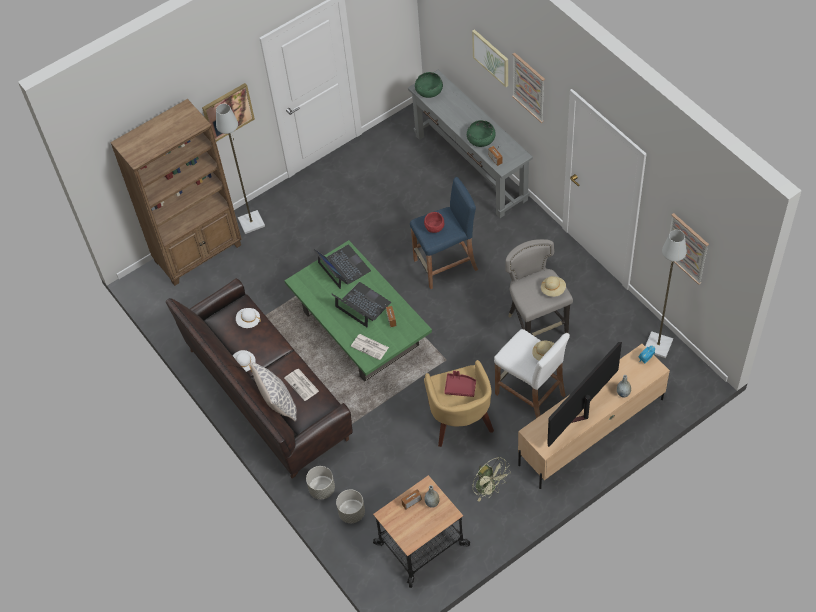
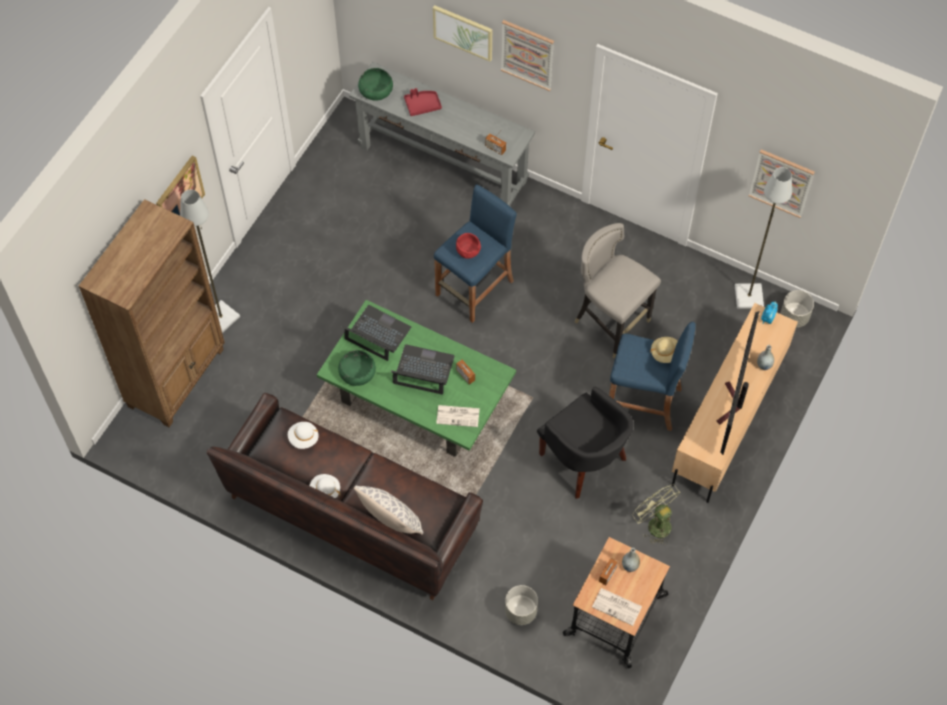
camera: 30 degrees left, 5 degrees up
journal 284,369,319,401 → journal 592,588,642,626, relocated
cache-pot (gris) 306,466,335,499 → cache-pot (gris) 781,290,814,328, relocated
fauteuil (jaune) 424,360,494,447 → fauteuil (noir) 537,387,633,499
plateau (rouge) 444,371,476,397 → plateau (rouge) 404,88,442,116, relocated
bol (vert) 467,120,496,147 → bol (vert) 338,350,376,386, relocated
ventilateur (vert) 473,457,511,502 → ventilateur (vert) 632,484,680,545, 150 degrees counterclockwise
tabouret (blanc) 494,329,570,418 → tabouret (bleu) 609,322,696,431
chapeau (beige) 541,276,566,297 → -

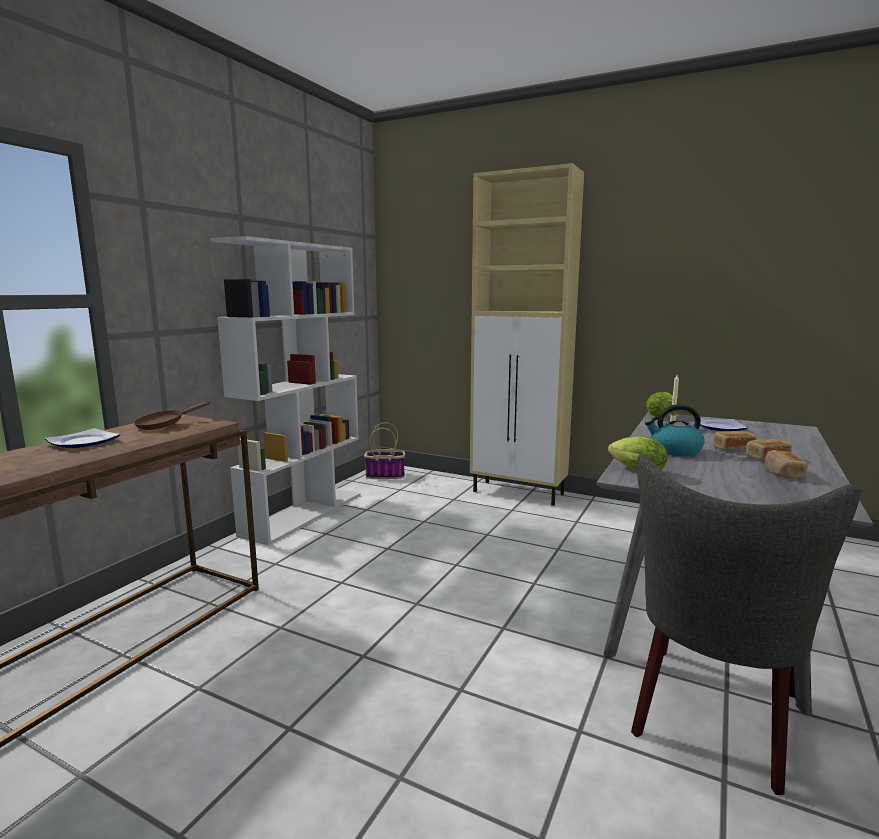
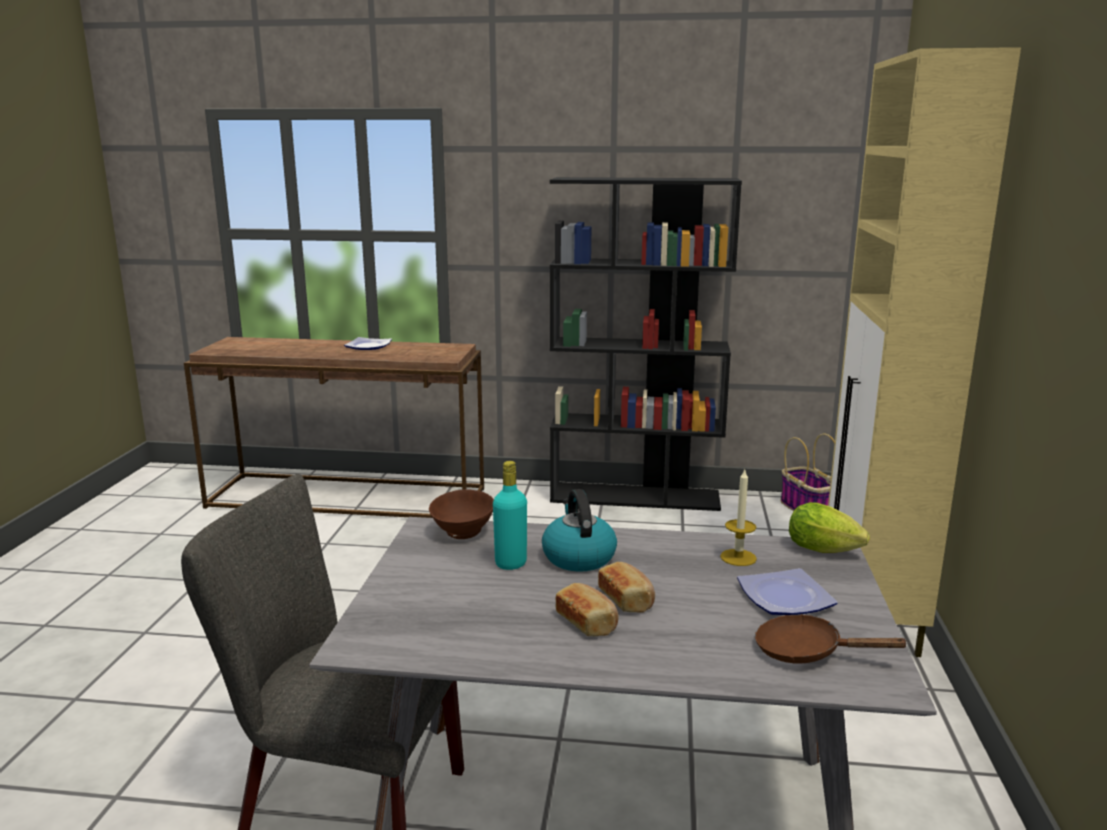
camera: 70 degrees right, 5 degrees up
poêle (marron) 134,401,210,430 → poêle (marron) 755,614,909,664, relocated
bibliothèque (blanc) 211,236,360,545 → bibliothèque (noir) 550,177,742,511
laitue 608,436,667,470 → bol (marron) 429,489,494,539
pain 765,450,808,479 → -
- → bouteille (turquoise) 493,461,527,570

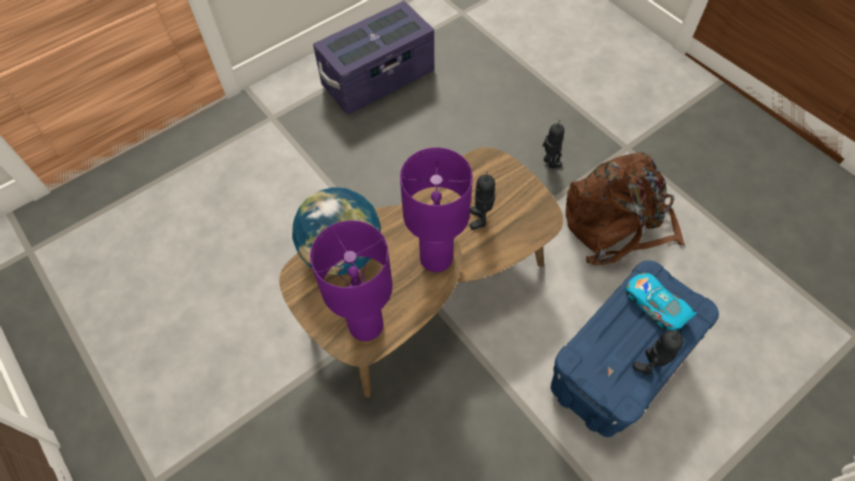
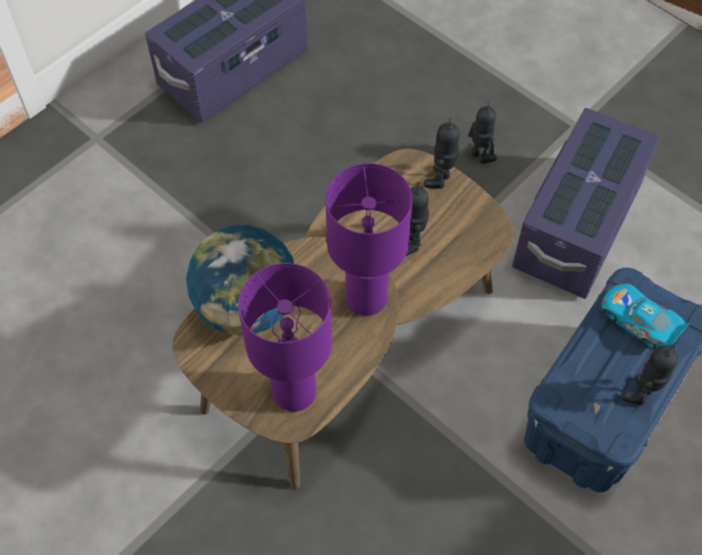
camera: 10 degrees left, 0 degrees up
sac à dos (marron) 566,152,685,265 → boîte de rangement (violet) 512,108,660,299
- → robot jouet 424,118,460,189

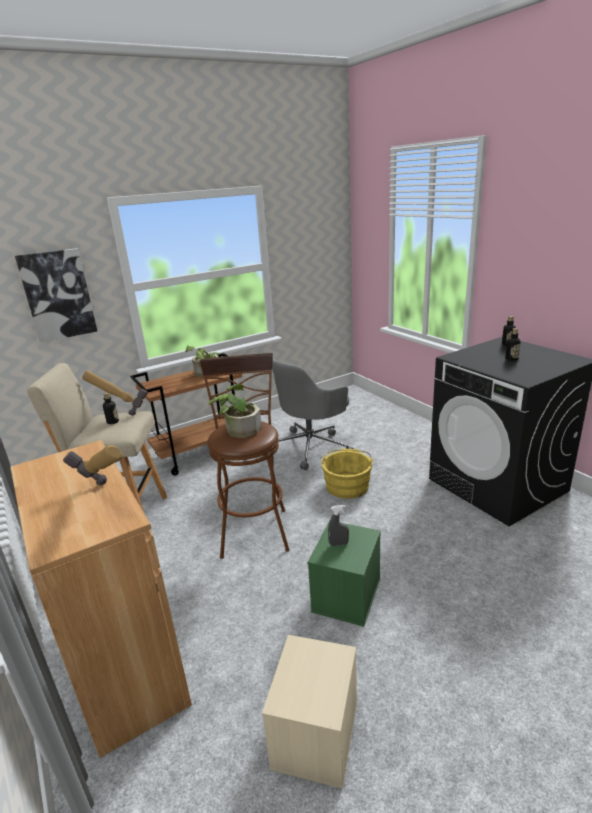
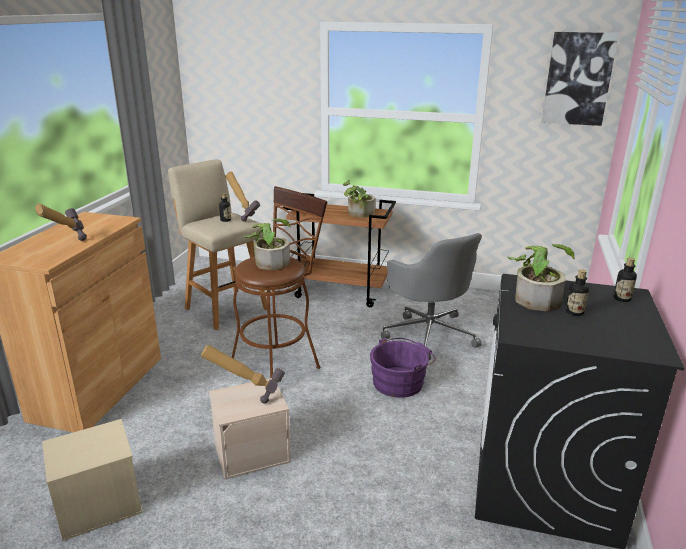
camera: 45 degrees right, 0 degrees up
tableau 15,248,97,343 → tableau 542,32,619,126, relocated
chaise de bureau (gris) 272,359,354,470 → chaise de bureau (gris) 381,233,482,360, 120 degrees counterclockwise
boîte de rangement (vert) 308,521,381,627 → boîte de rangement (beige) 209,378,291,480
seau (jaune) 321,449,373,499 → seau (violet) 370,338,436,398
vaporisateur (gris) 328,505,349,546 → marteau 201,345,285,403
- → plante en pot 507,244,575,311

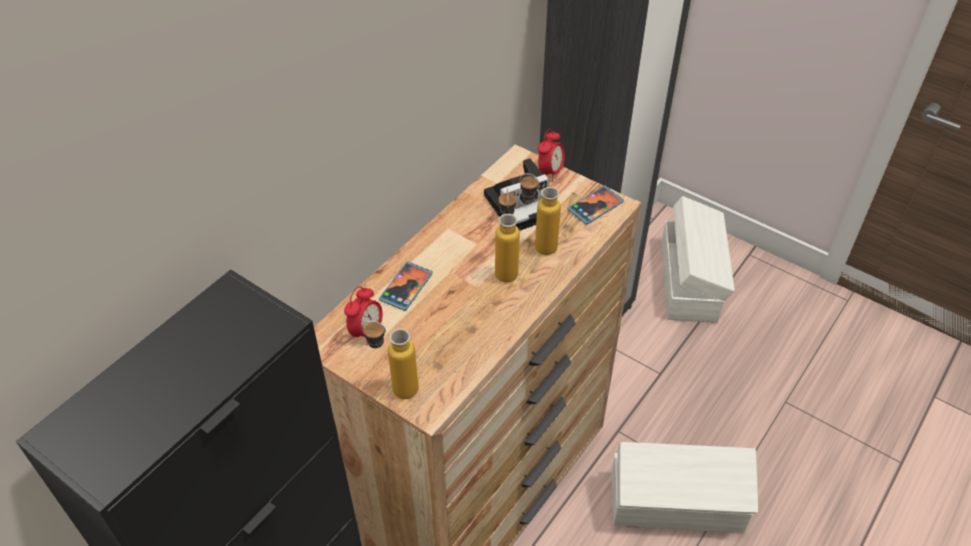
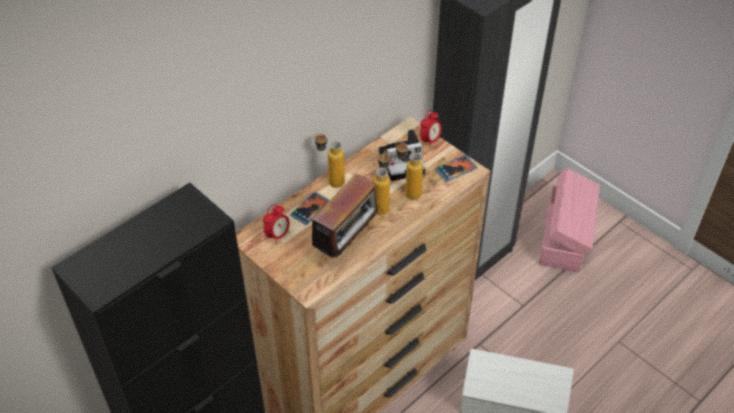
camera: 10 degrees right, 0 degrees up
bouteille 362,321,418,399 → bouteille 314,133,345,188, relocated
boîte de rangement (blanc) 661,196,735,323 → boîte de rangement (rose) 539,167,600,272
- → radio 304,173,383,259

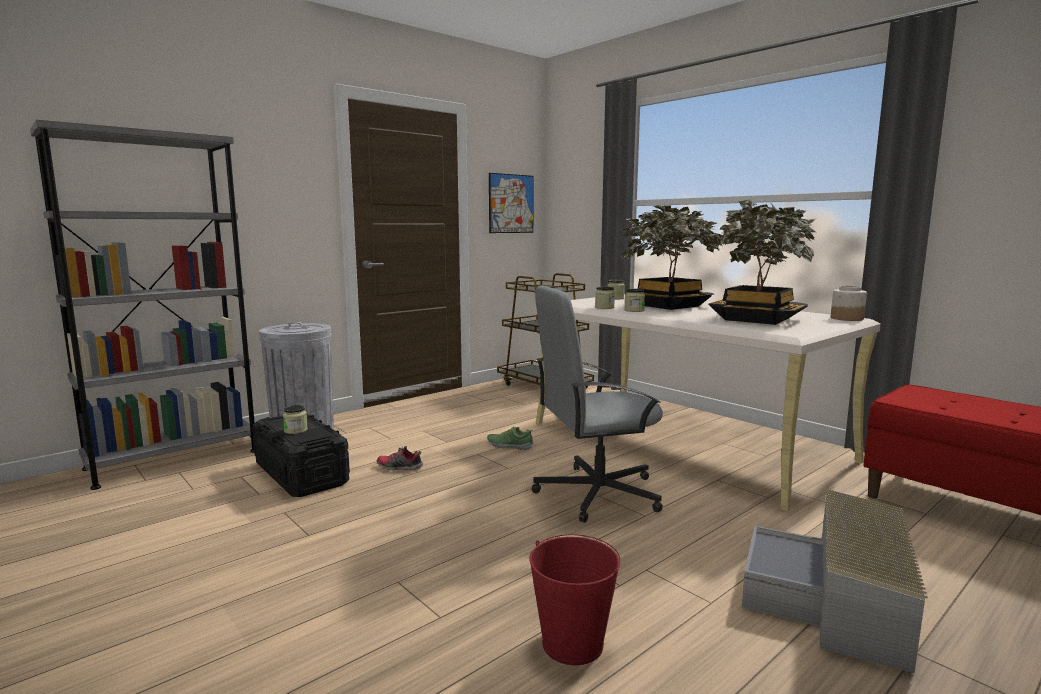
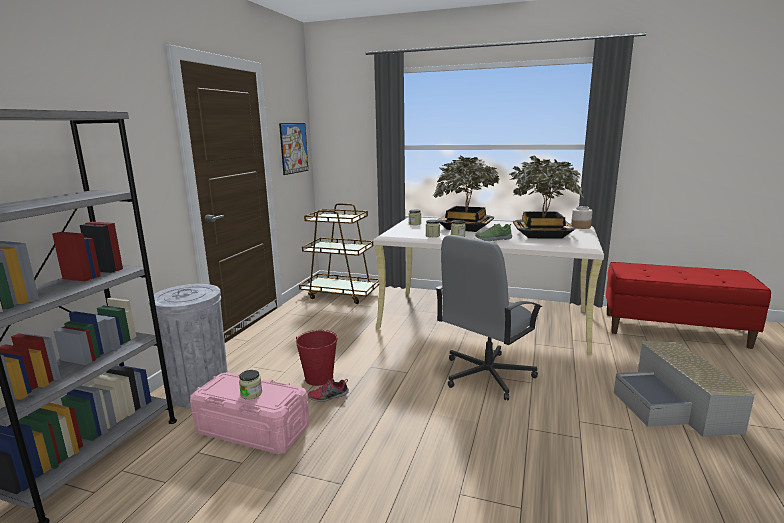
camera: 30 degrees left, 5 degrees up
boîte de rangement (noir) 252,414,350,497 → boîte de rangement (rose) 190,372,309,454
chaussure 487,427,534,450 → chaussure 475,224,512,241, relocated
seau (rouge) 529,534,620,665 → seau (rouge) 296,330,337,386, relocated

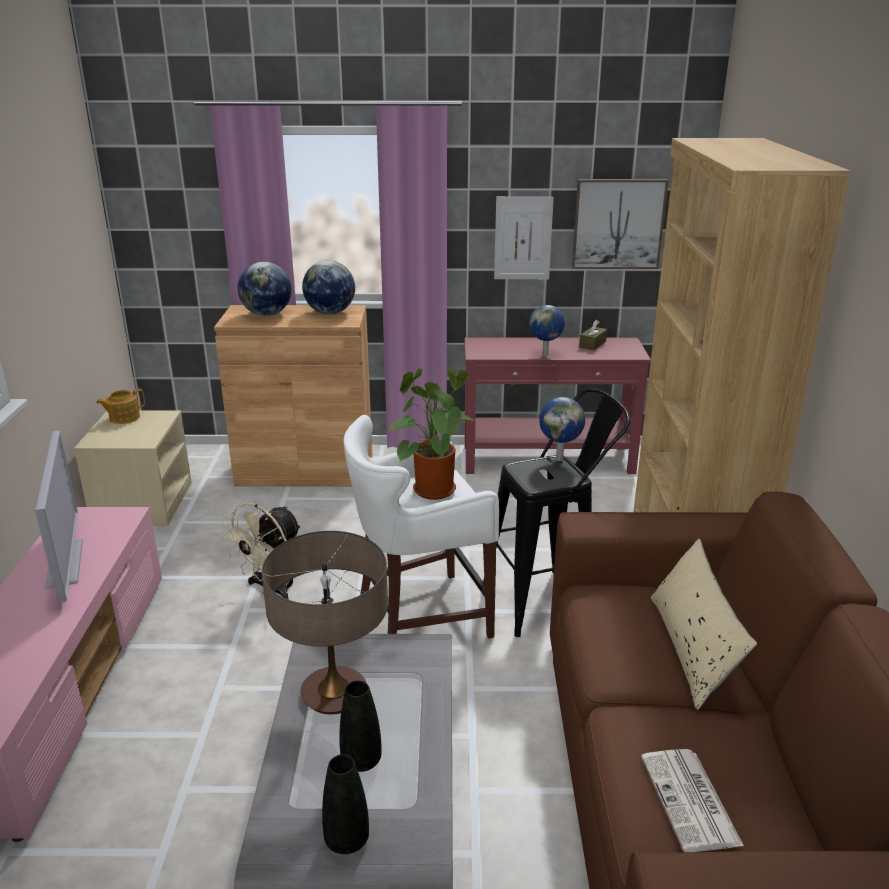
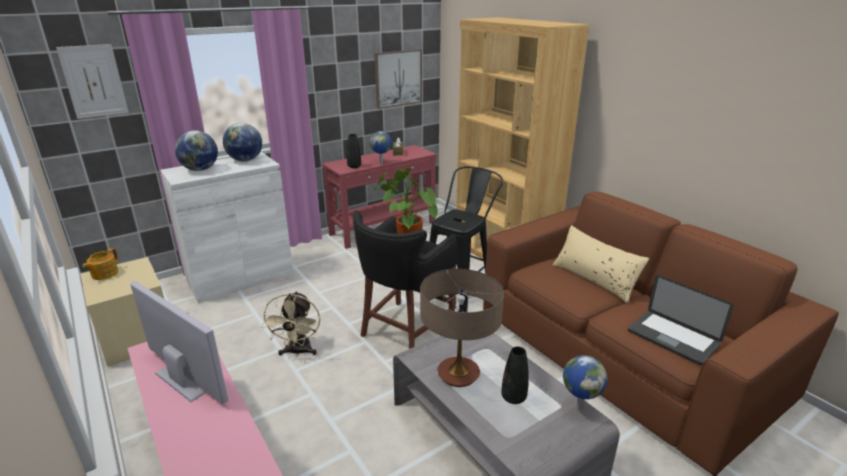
camera: 35 degrees left, 0 degrees up
meuble de rangement (marron) 214,305,373,487 → meuble de rangement (blanc) 160,152,294,303
vase (noir) 322,754,369,854 → vase (noir) 347,134,361,168, relocated
tabouret (blanc) 344,415,499,639 → tabouret (noir) 353,210,458,349
tableau 494,197,554,279 → tableau 56,44,129,119, relocated
globe 539,397,585,461 → globe 563,355,607,410, relocated
journal 641,749,744,852 → ordinateur portable 628,275,734,365

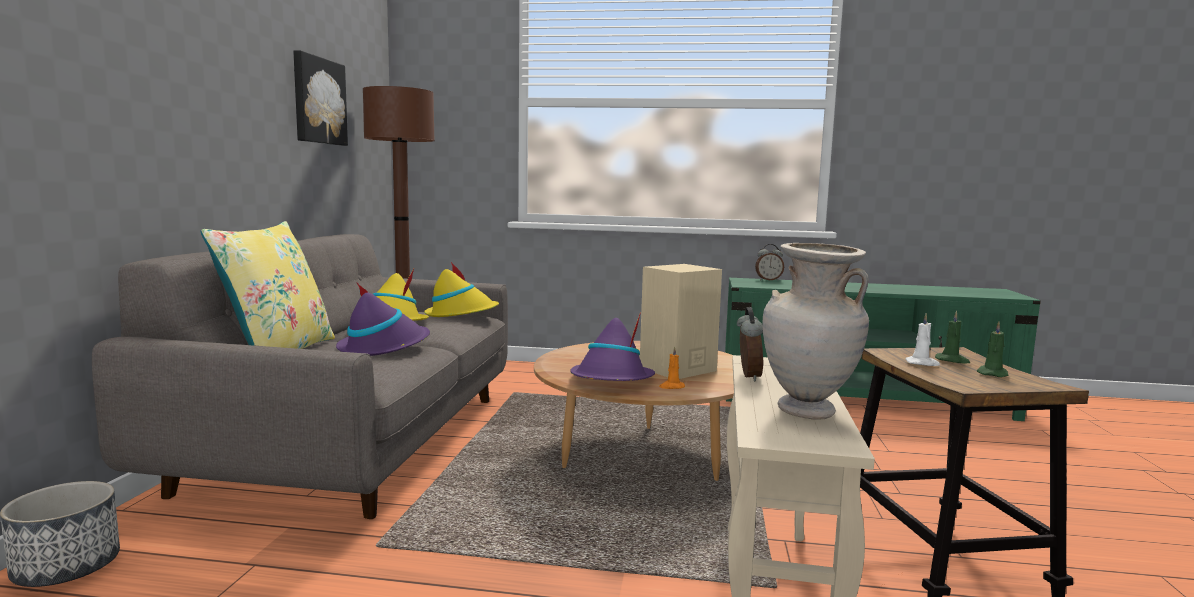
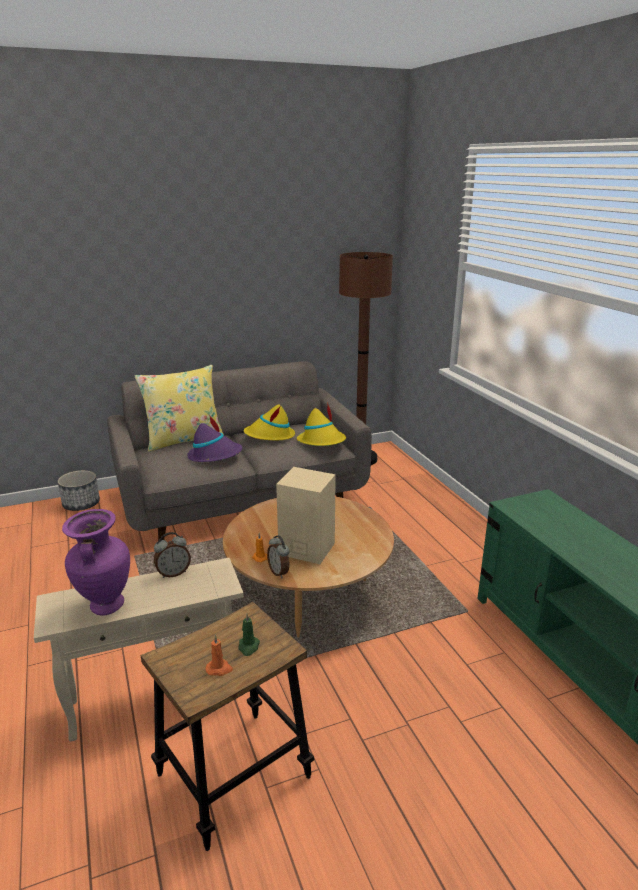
camera: 60 degrees right, 15 degrees up
tableau 293,50,348,146 → -
chapeau (violet) 570,312,655,381 → -
réveil 755,244,784,281 → réveil 267,535,289,578, relocated
vase (beige) 762,243,869,420 → vase (violet) 62,509,130,616
bougie (blanc) 905,313,940,366 → -
bougie (vert) 977,322,1008,377 → bougie (orange) 206,635,233,676

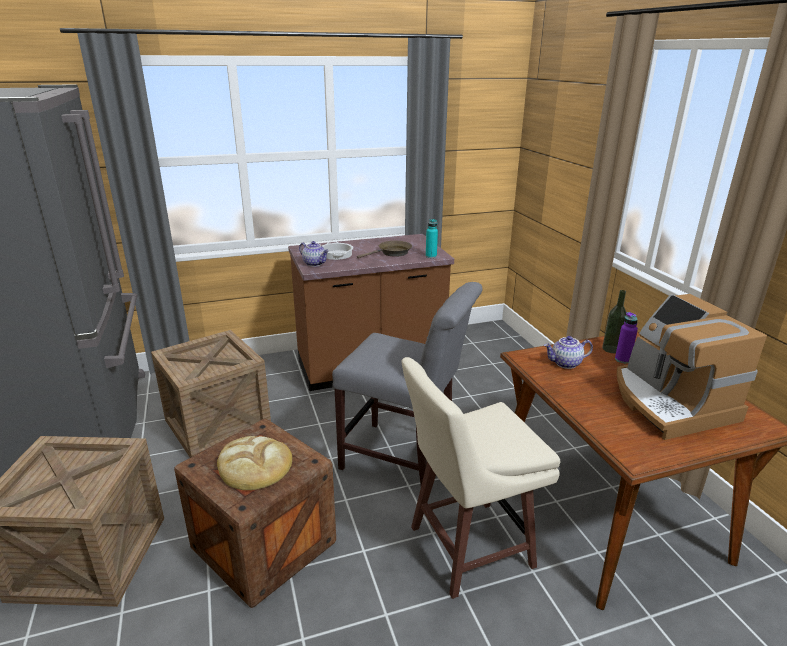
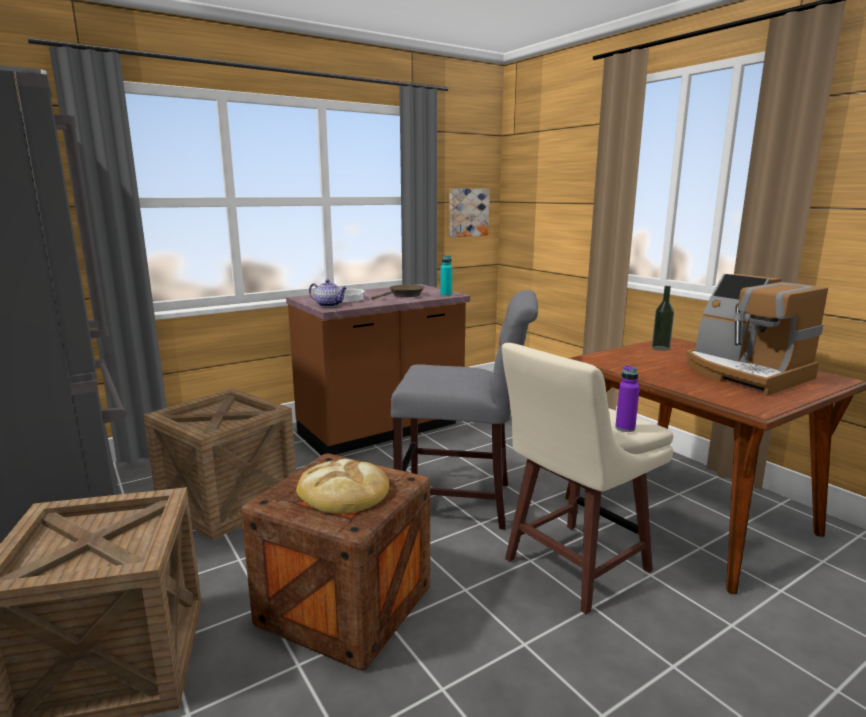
camera: 15 degrees left, 10 degrees down
théière 544,336,593,369 → -
bouteille (violet) 615,312,638,363 → bouteille (violet) 615,365,640,432, relocated
- → tableau 449,189,489,237

